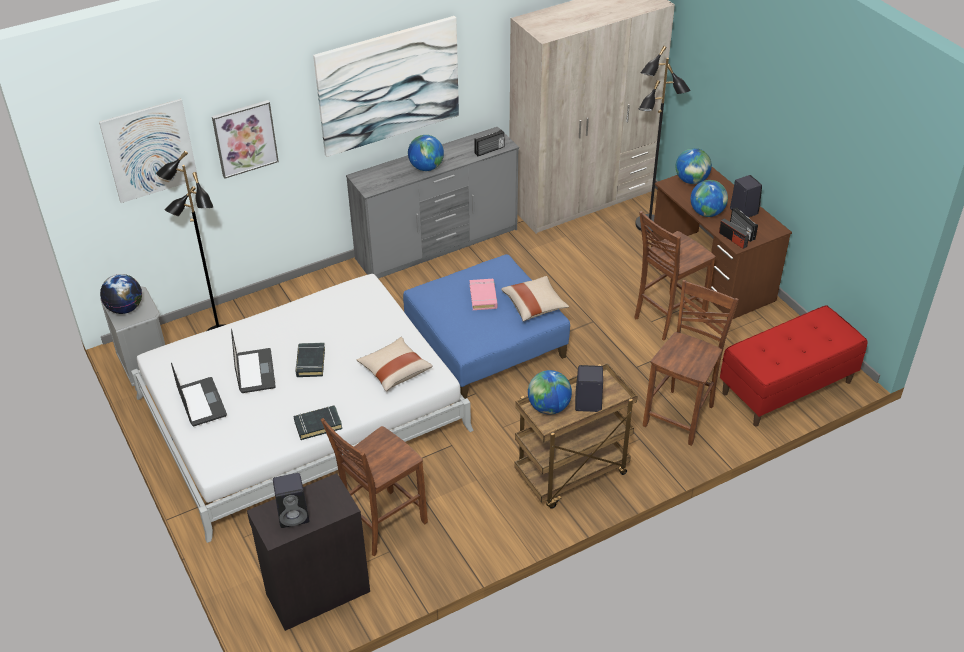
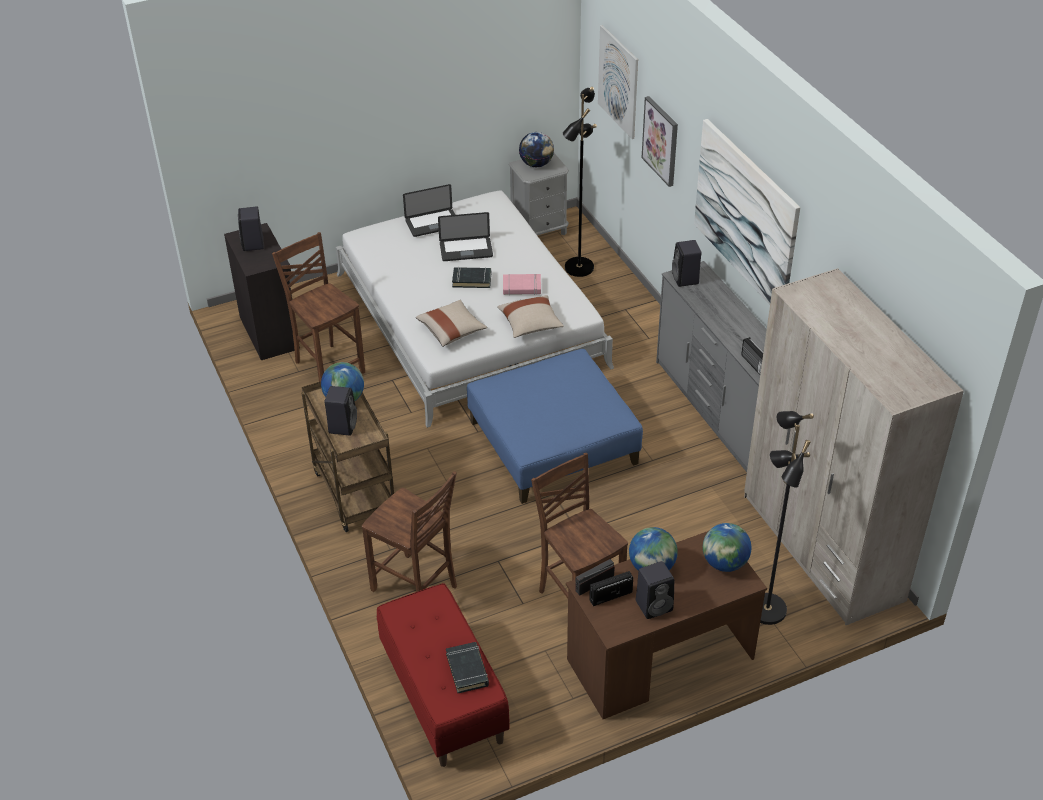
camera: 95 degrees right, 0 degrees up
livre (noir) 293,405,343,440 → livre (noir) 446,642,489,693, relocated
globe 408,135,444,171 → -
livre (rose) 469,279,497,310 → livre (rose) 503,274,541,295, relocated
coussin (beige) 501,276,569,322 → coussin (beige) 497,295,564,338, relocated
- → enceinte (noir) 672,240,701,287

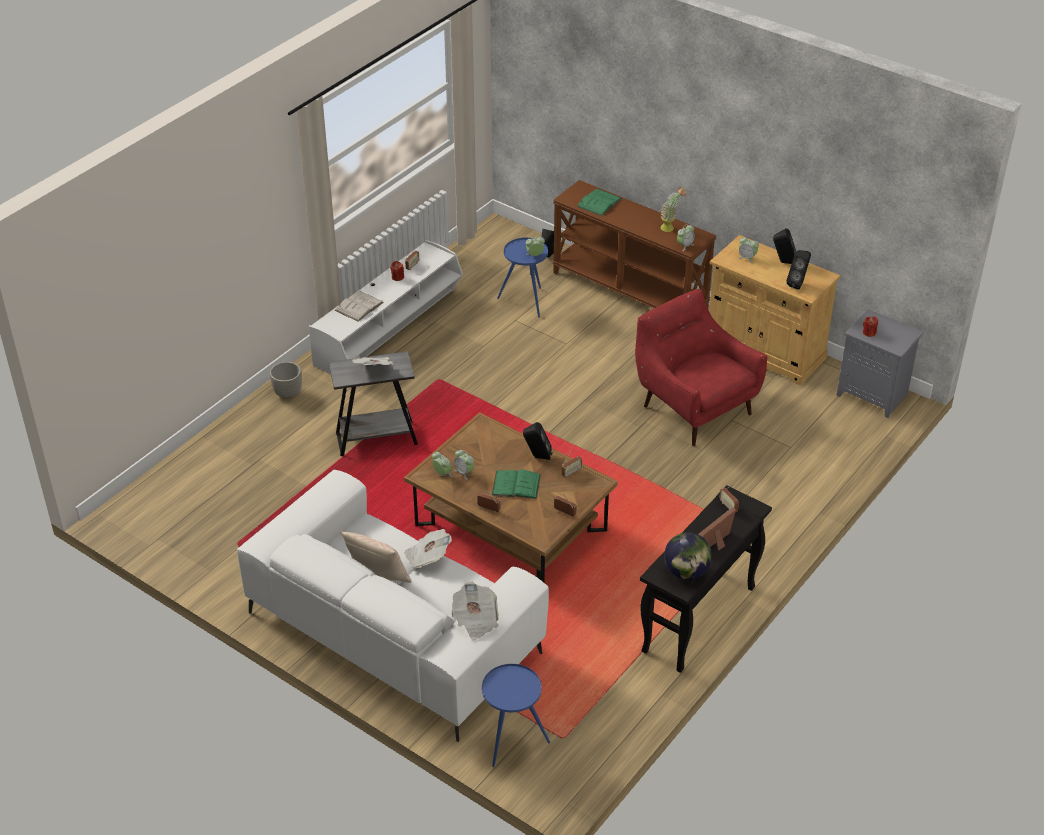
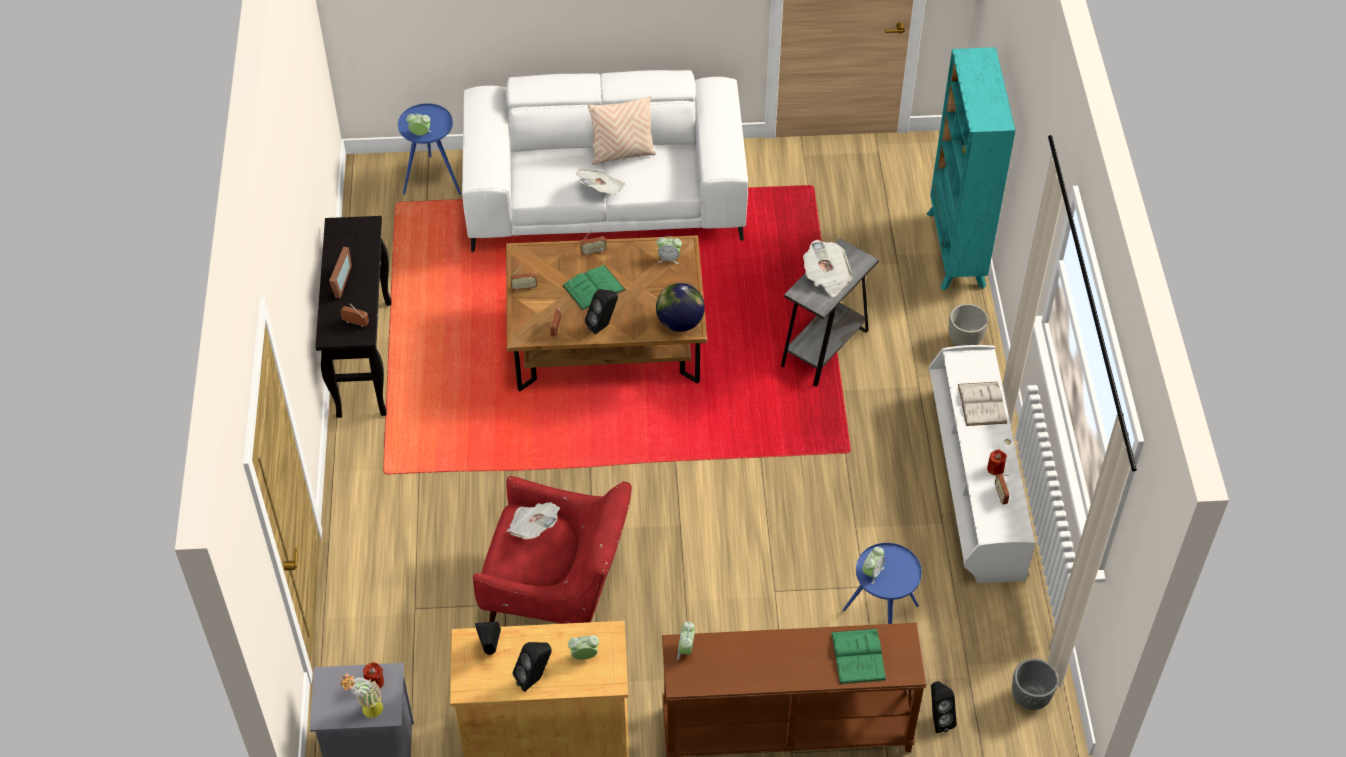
camera: 140 degrees right, 10 degrees up
journal 451,582,499,640 → journal 506,502,560,539, relocated
réveil 454,450,474,480 → réveil 406,114,431,136, relocated
plante en pot 660,187,686,232 → plante en pot 340,674,383,718, relocated
globe 664,532,712,580 → globe 656,283,705,332, relocated
- → bibliothèque (turquoise) 927,47,1016,290
- → cache-pot (gris) 1012,659,1058,710

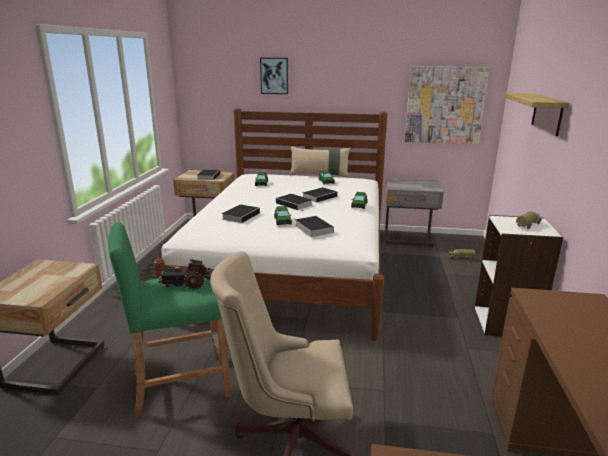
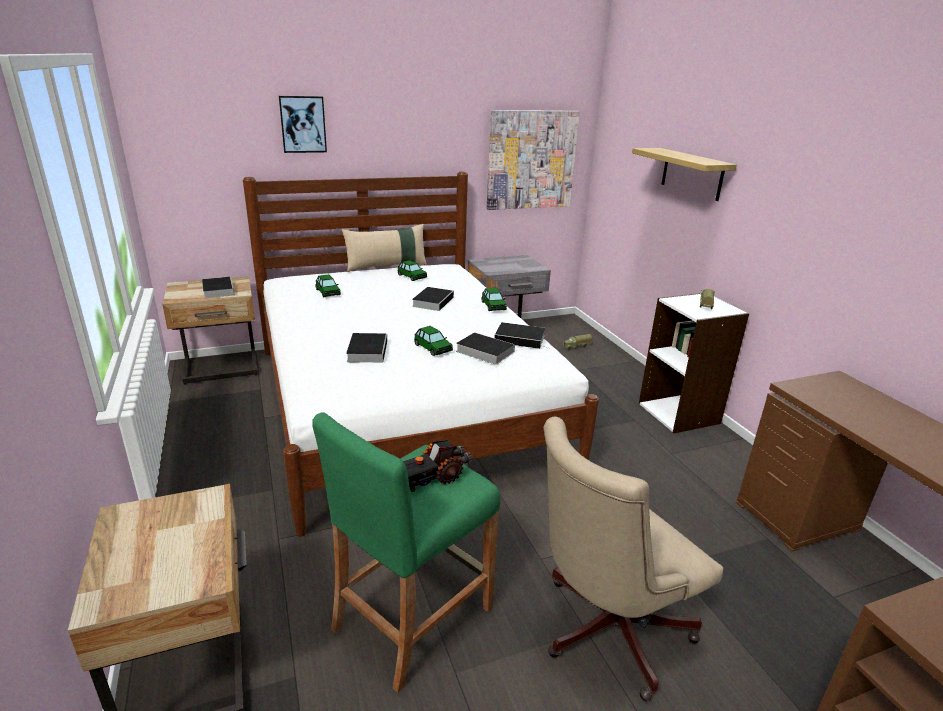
camera: 30 degrees left, 5 degrees up
livre 276,194,312,210 → livre 495,322,549,349, relocated

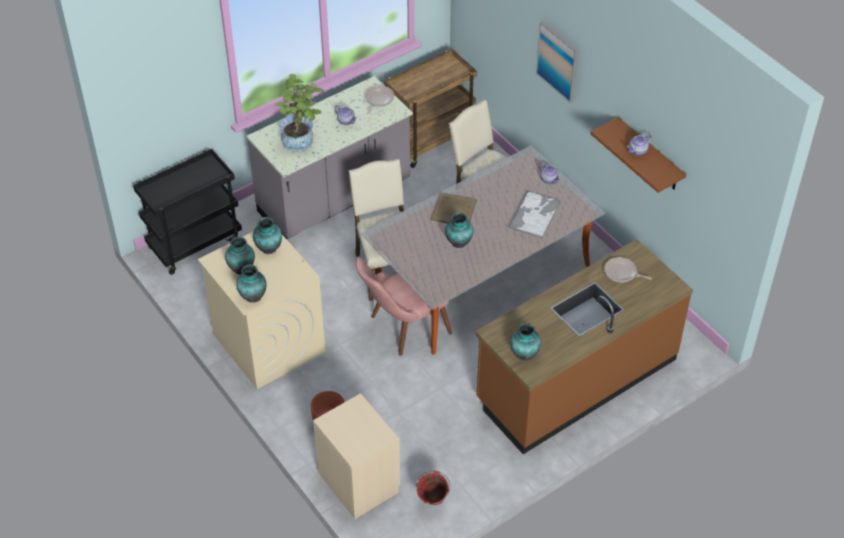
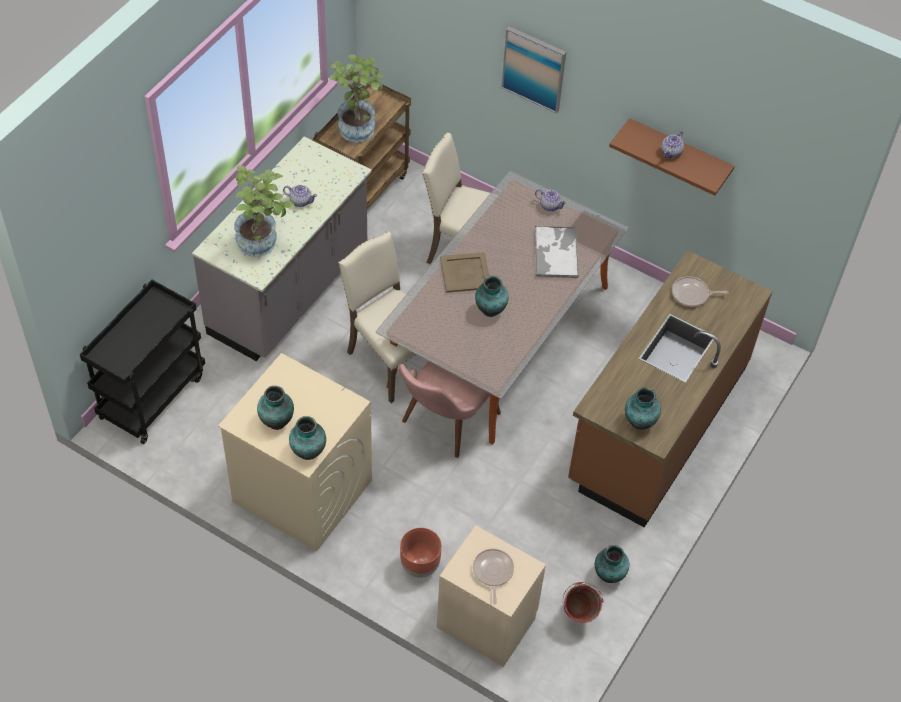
camera: 25 degrees left, 5 degrees up
vase 253,217,282,254 → vase 595,545,629,583, relocated
poêle 365,86,394,114 → poêle 473,549,514,604, relocated
- → plante en pot 330,54,384,143

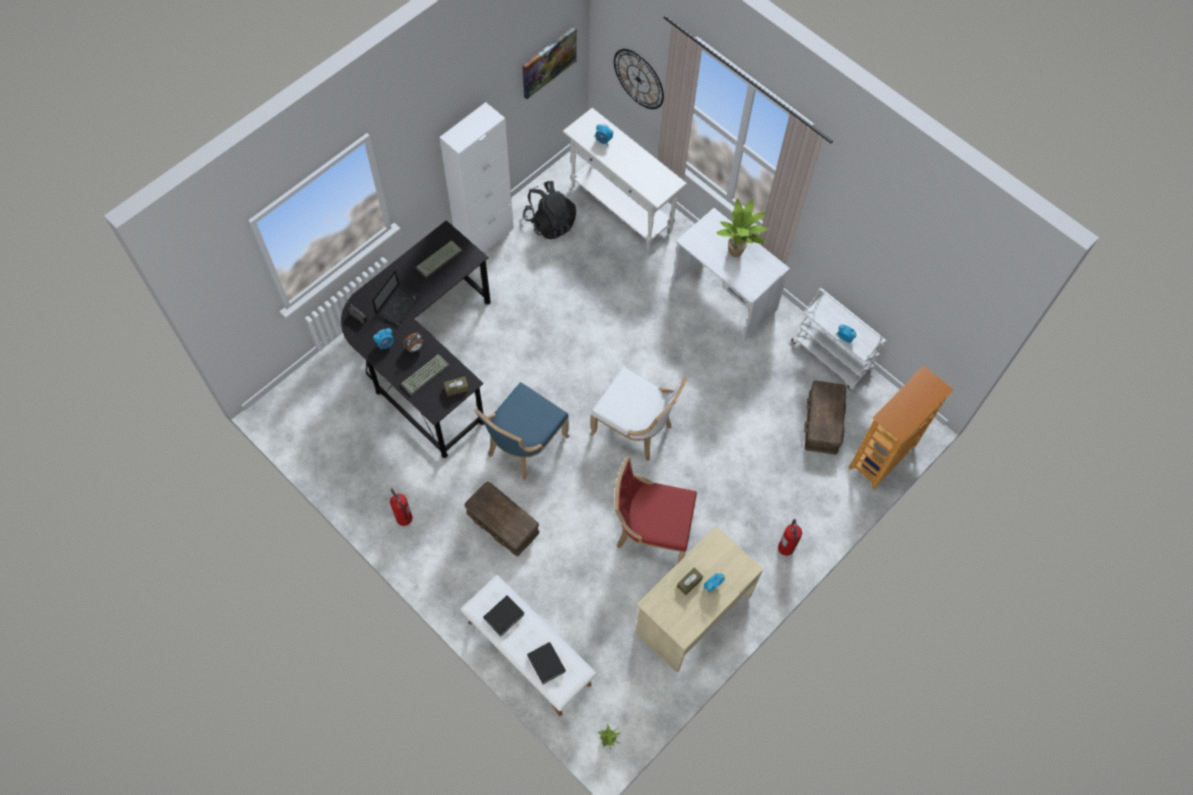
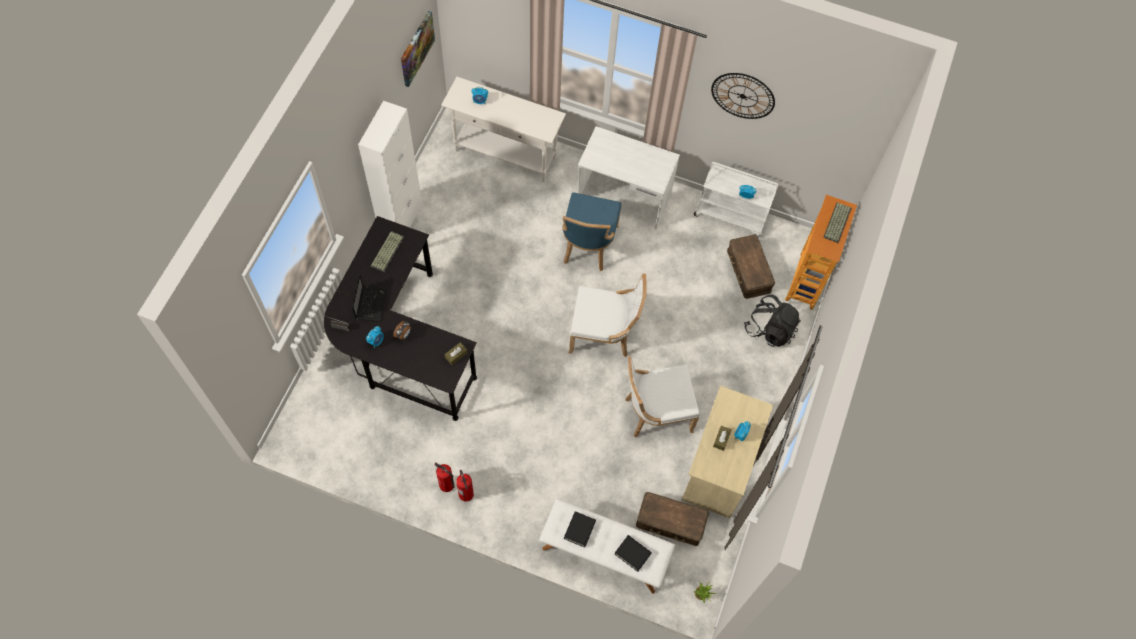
camera: 25 degrees left, 0 degrees up
clavier 401,354,450,396 → clavier 823,203,851,243, relocated
boîte de rangement (marron) 465,482,539,556 → boîte de rangement (marron) 636,492,709,546, relocated
chaise (bleu) 475,382,569,480 → chaise (bleu) 562,192,621,271, relocated
sac à dos (noir) 523,181,576,240 → sac à dos (noir) 744,294,801,347, relocated
horloge murale 614,49,664,109 → horloge murale 711,73,775,119, relocated
chaise (rouge) 615,456,697,564 → chaise (blanc) 625,356,700,437
plante en pot 717,198,769,257 → -
extincteur 778,519,802,556 → extincteur 456,470,474,502, relocated

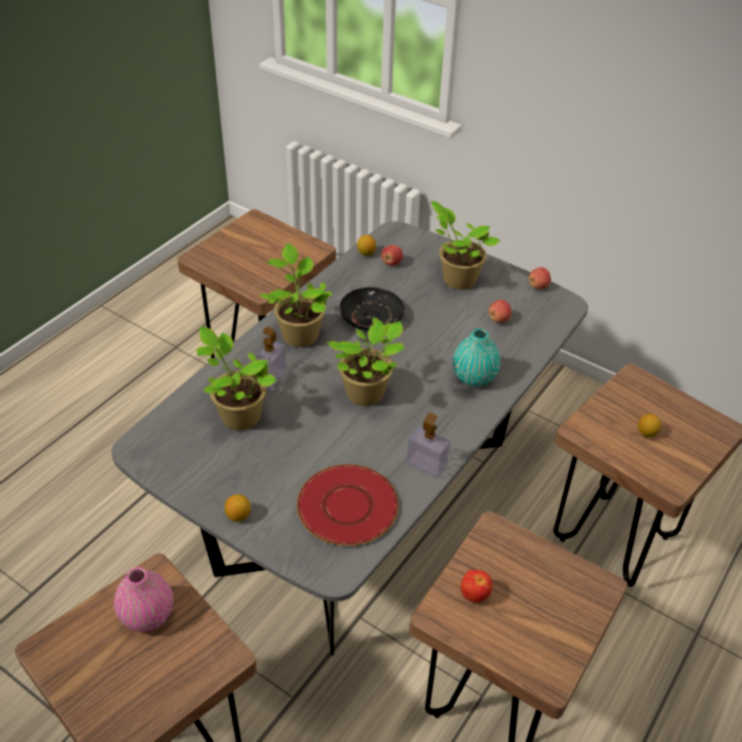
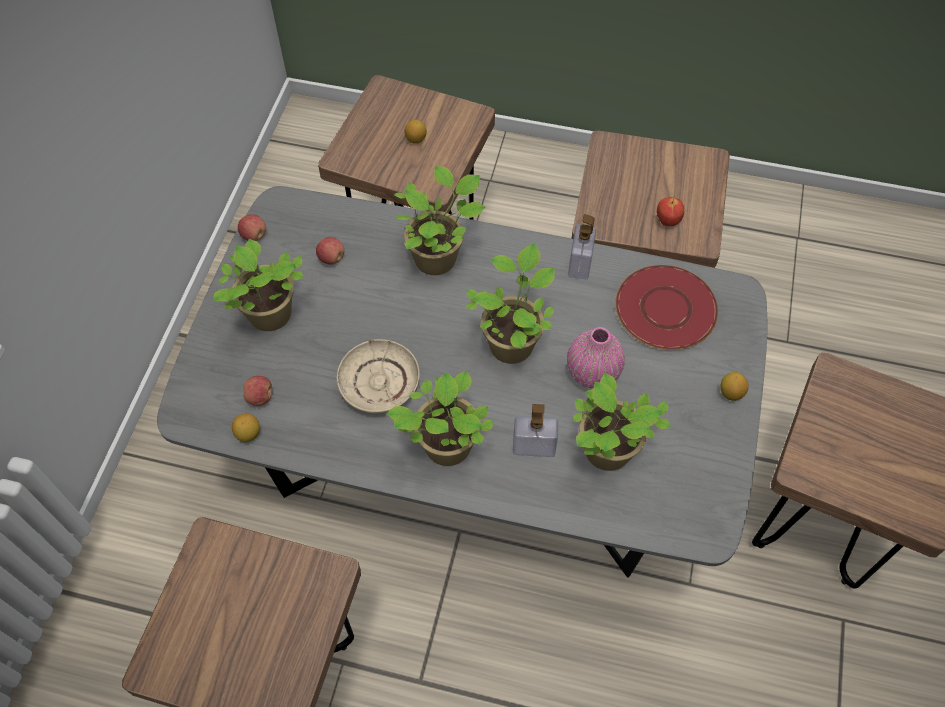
camera: 110 degrees left, 15 degrees up
vase (rose) 114,567,173,632 → vase (rose) 567,327,625,389, relocated
assiette (noir) 340,287,405,331 → assiette (beige) 337,339,420,413
vase (turquoise) 453,329,500,386 → plante en pot 394,166,486,275

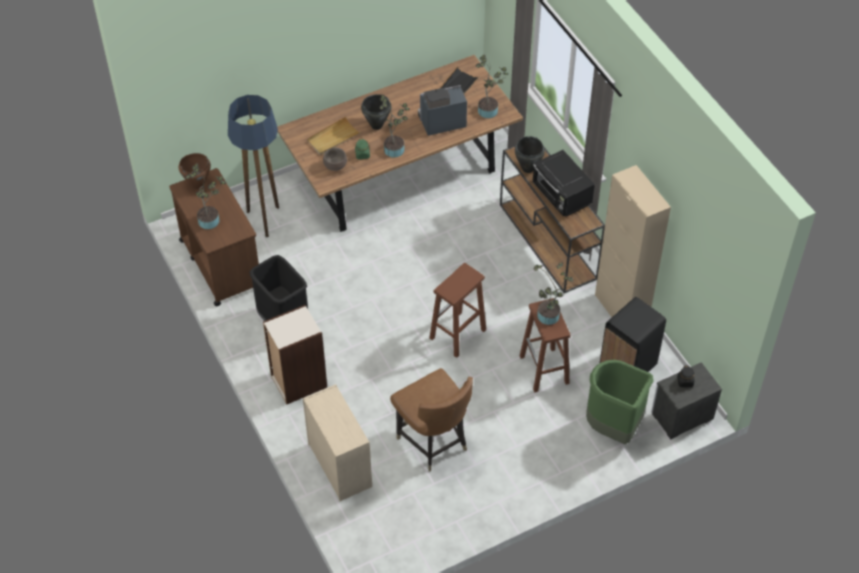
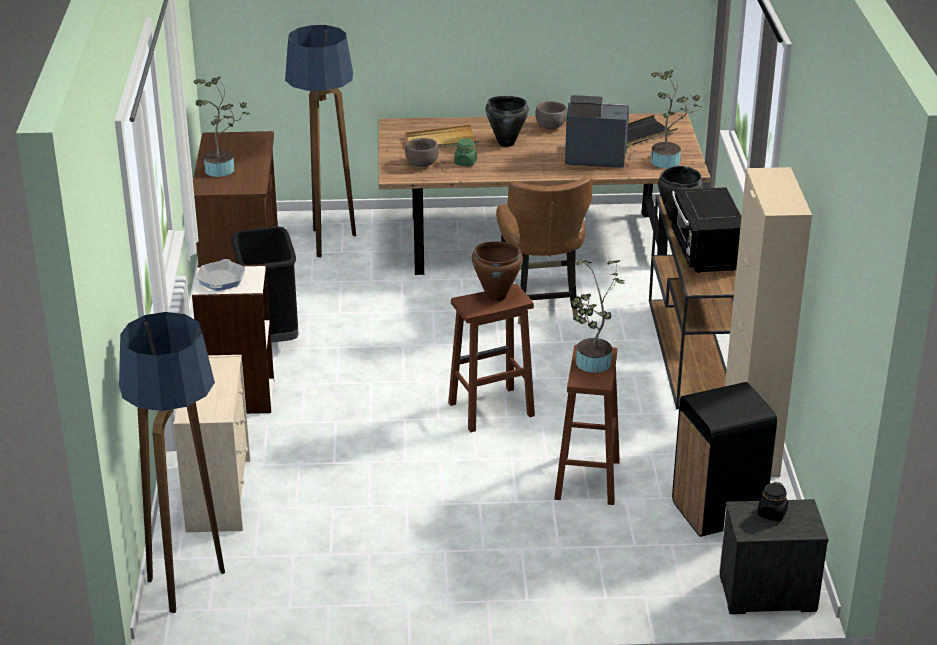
camera: 25 degrees right, 20 degrees down
marmite (marron) 179,153,211,189 → marmite (marron) 472,241,523,301, relocated
plante en pot 379,95,410,158 → -
chaise (marron) 390,368,473,471 → chaise (marron) 496,175,592,324, relocated
poubelle (vert) 586,360,654,444 → -
- → lampadaire 119,312,225,613
- → poêle 196,259,245,291
- → bol (marron) 535,101,568,130

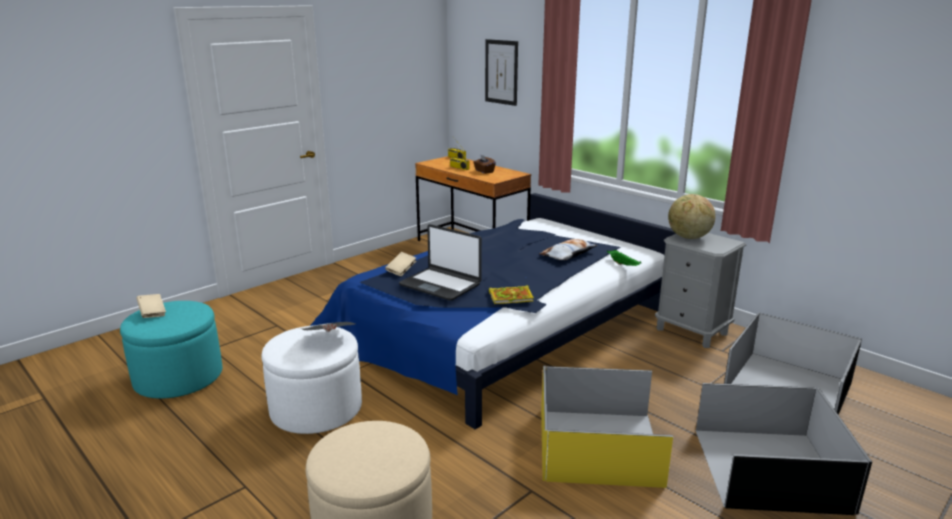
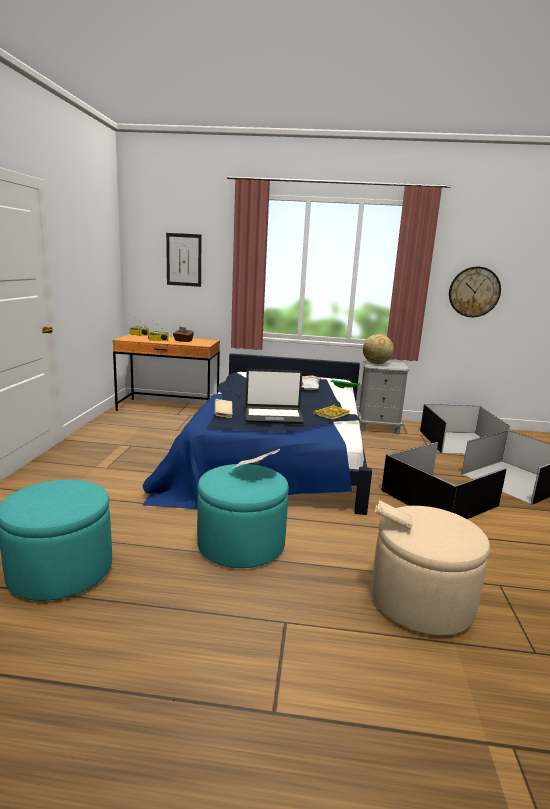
camera: 40 degrees left, 5 degrees down
livre (beige) 136,294,166,318 → livre (beige) 375,500,413,530, relocated
pouf (blanc) 261,325,362,434 → pouf (turquoise) 197,464,289,568
boîte de rangement (jaune) 541,365,673,488 → boîte de rangement (noir) 381,442,507,519
- → horloge murale 449,267,501,317

